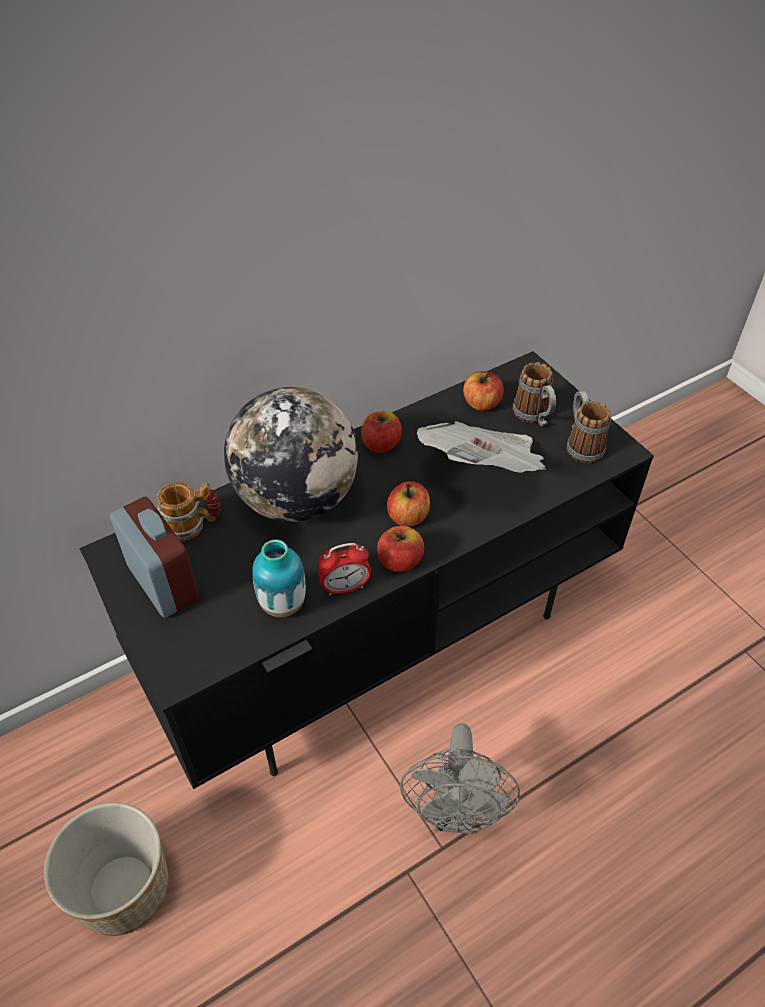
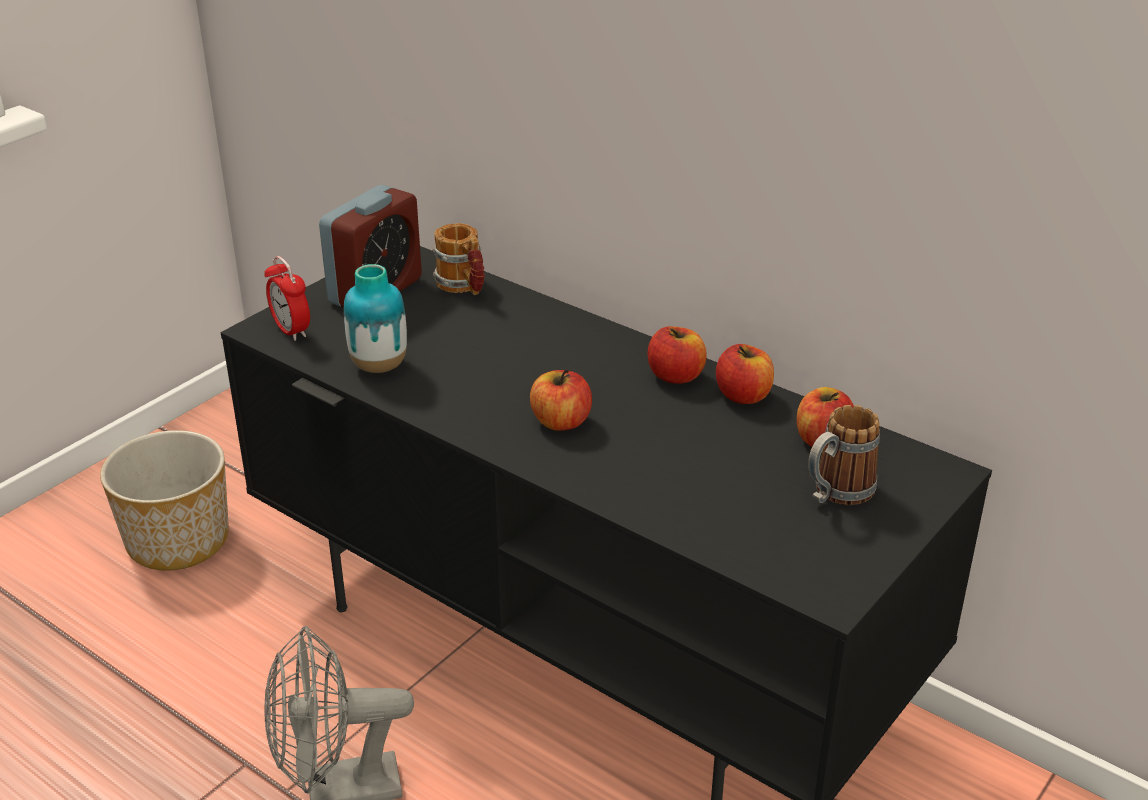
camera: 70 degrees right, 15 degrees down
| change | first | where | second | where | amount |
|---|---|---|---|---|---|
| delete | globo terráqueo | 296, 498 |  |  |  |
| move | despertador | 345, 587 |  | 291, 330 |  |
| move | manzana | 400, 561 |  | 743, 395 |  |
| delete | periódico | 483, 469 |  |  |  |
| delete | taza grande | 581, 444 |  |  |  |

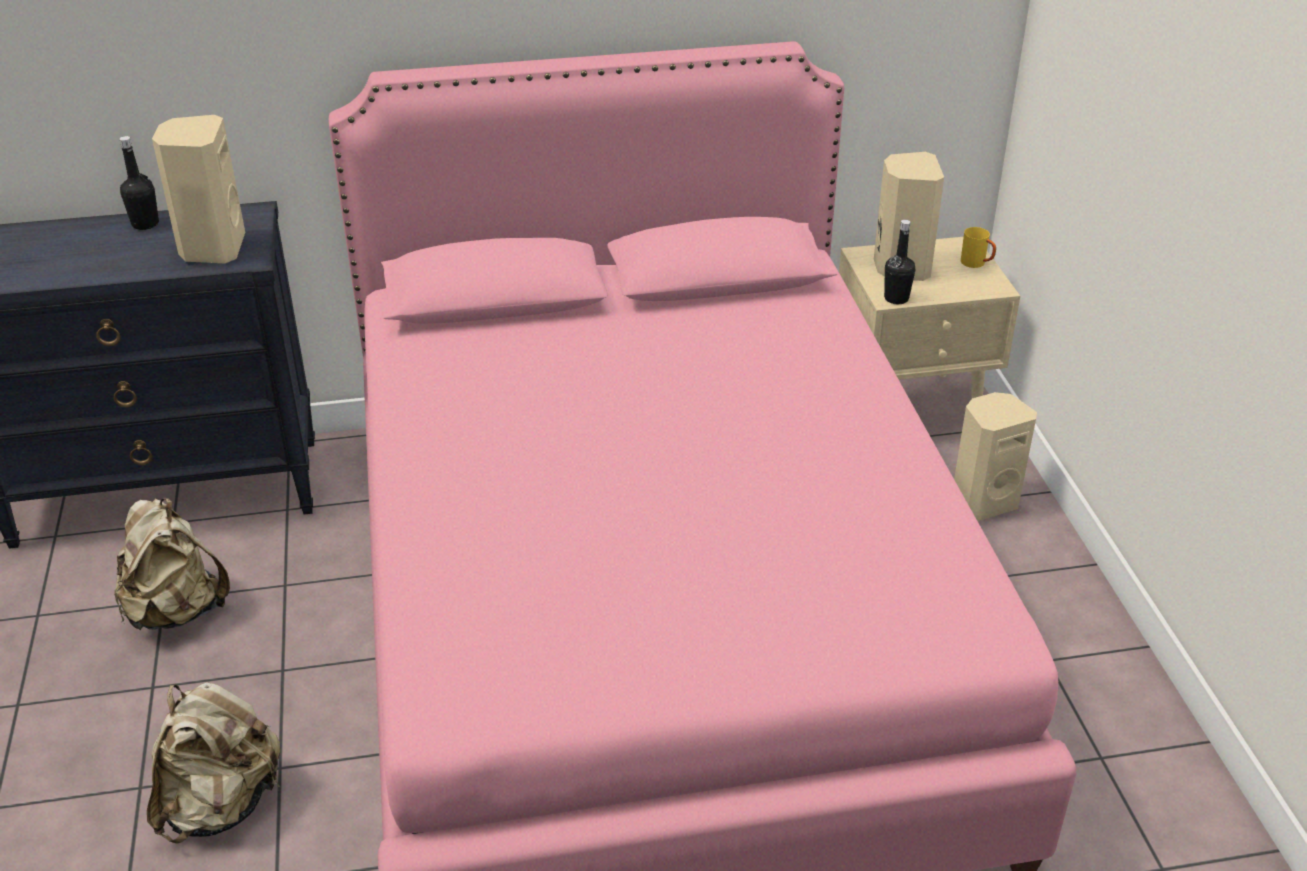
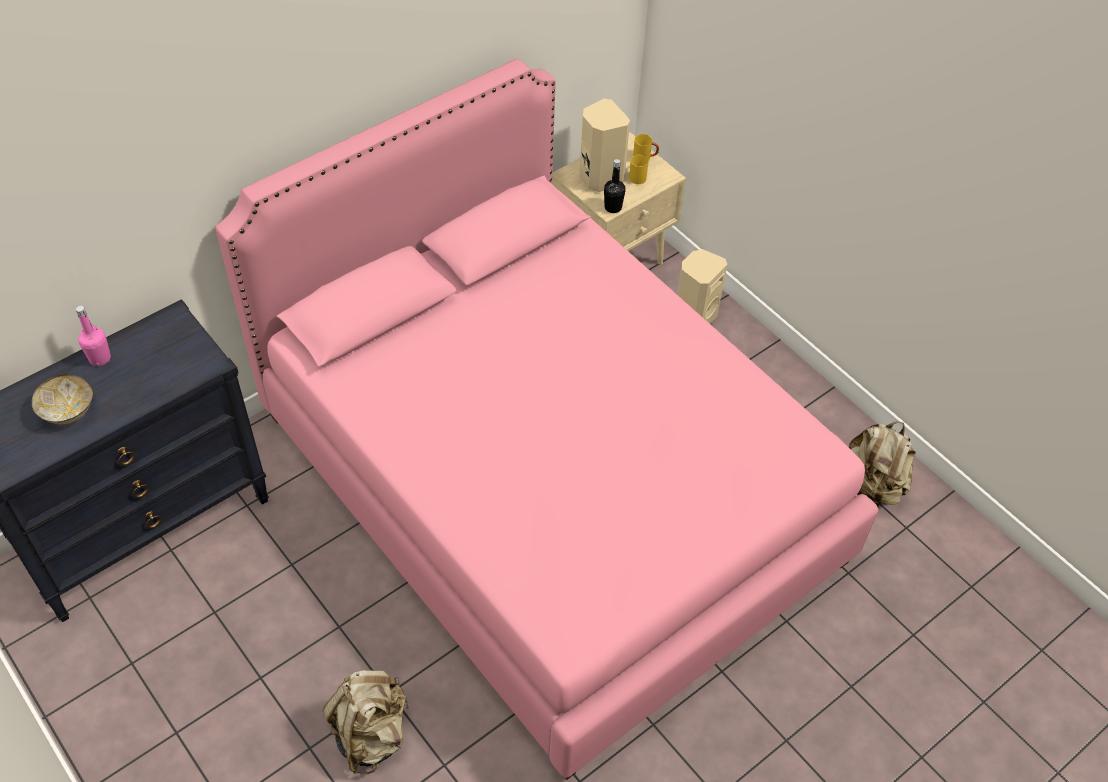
camera: 30 degrees left, 15 degrees up
| change | first | where | second | where | amount |
|---|---|---|---|---|---|
| move | mochila [beis] | 176, 610 |  | 870, 486 |  |
| recolor | botella [negro] | 145, 224 | botella [rosa] | 100, 358 |  |
| delete | altavoz [beis] | 212, 249 |  |  |  |
| insert |  |  | cuenco | 69, 412 |  |
| insert |  |  | taza grande [amarillo] | 638, 176 |  |

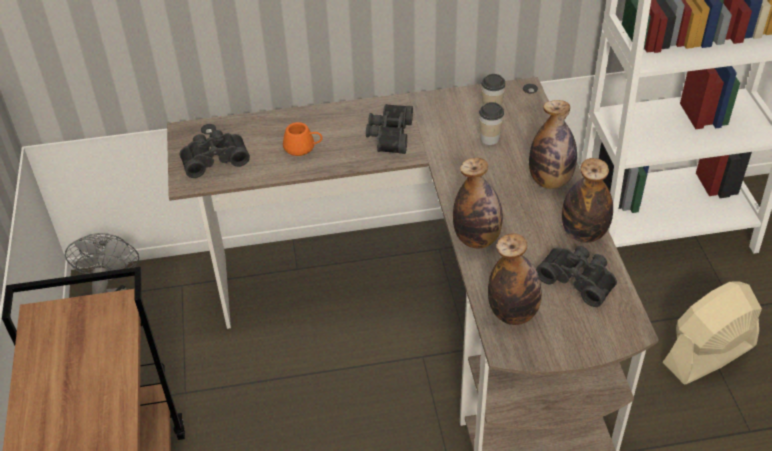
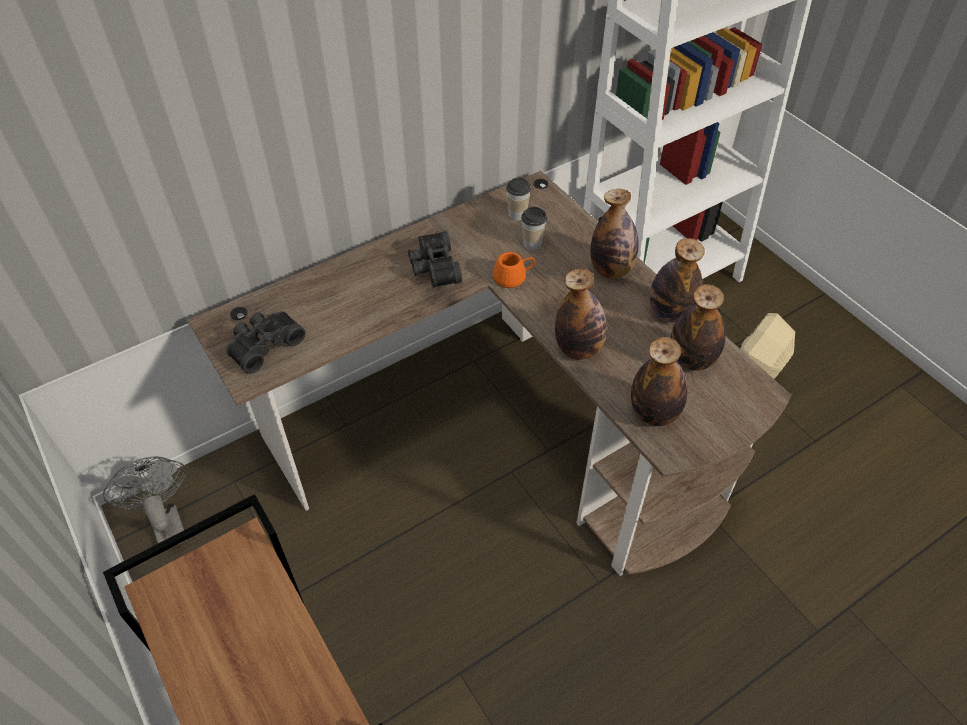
camera: 25 degrees left, 5 degrees up
| change | first | where | second | where | amount |
|---|---|---|---|---|---|
| move | taza grande [naranja] | 303, 147 |  | 513, 277 |  |
| replace | prismáticos [negro] | 578, 279 | botella | 691, 360 |  |

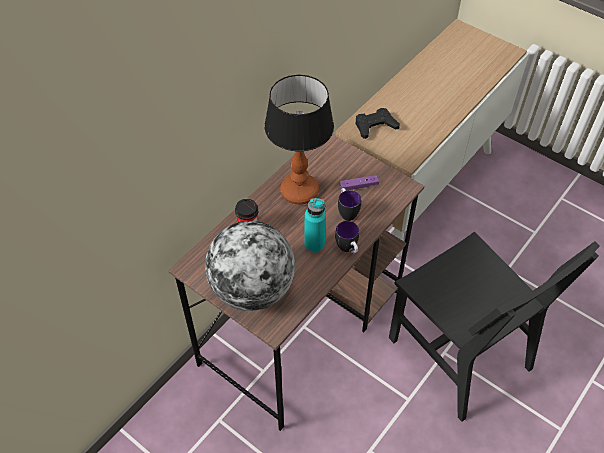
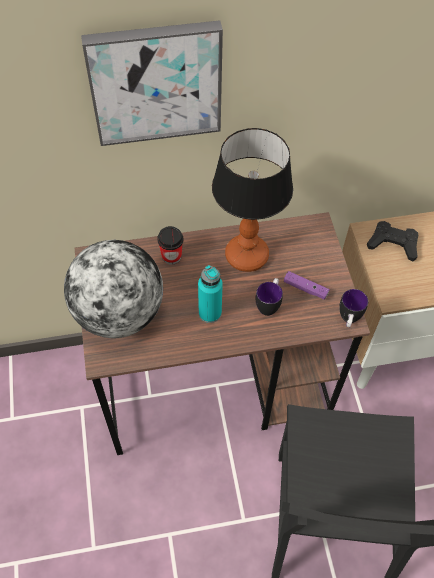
camera: 40 degrees right, 5 degrees up
| change | first | where | second | where | amount |
|---|---|---|---|---|---|
| move | taza grande | 348, 249 |  | 348, 320 |  |
| insert |  |  | cuadro | 155, 82 |  |

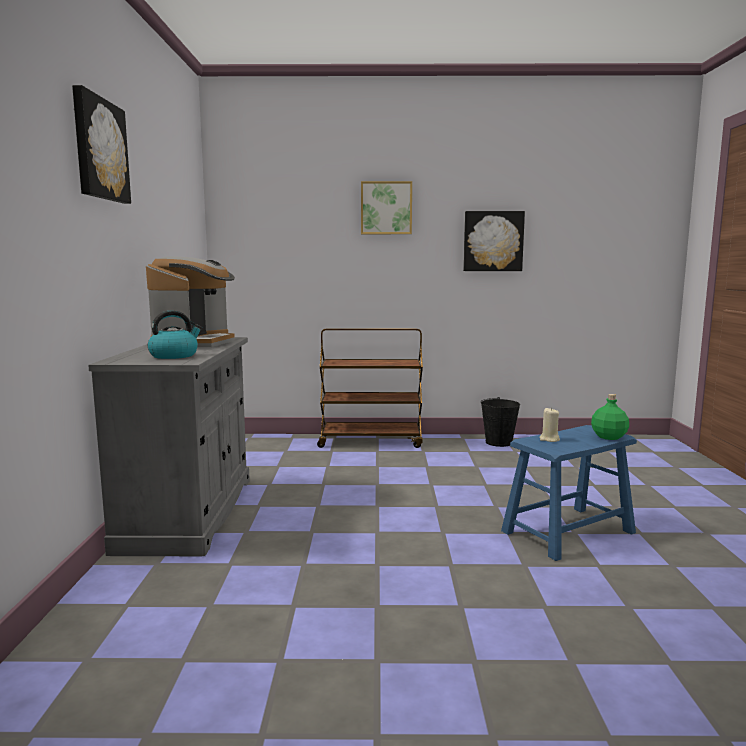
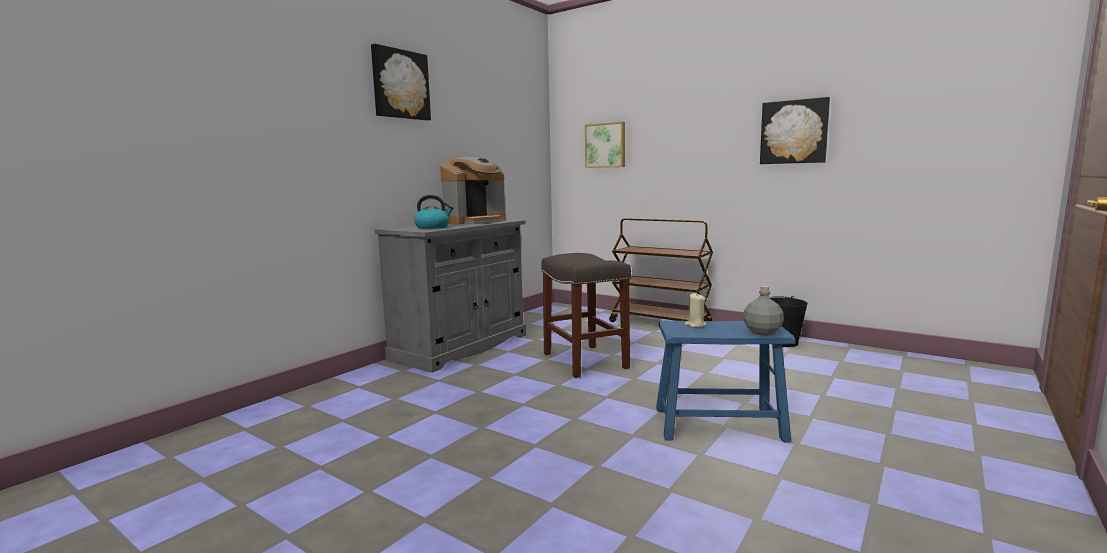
camera: 35 degrees right, 0 degrees up
| change | first | where | second | where | amount |
|---|---|---|---|---|---|
| move | cuadro | 386, 208 |  | 605, 145 |  |
| recolor | botella [verde] | 608, 437 | botella [gris] | 761, 332 |  |
| insert |  |  | taburete [gris] | 583, 360 |  |

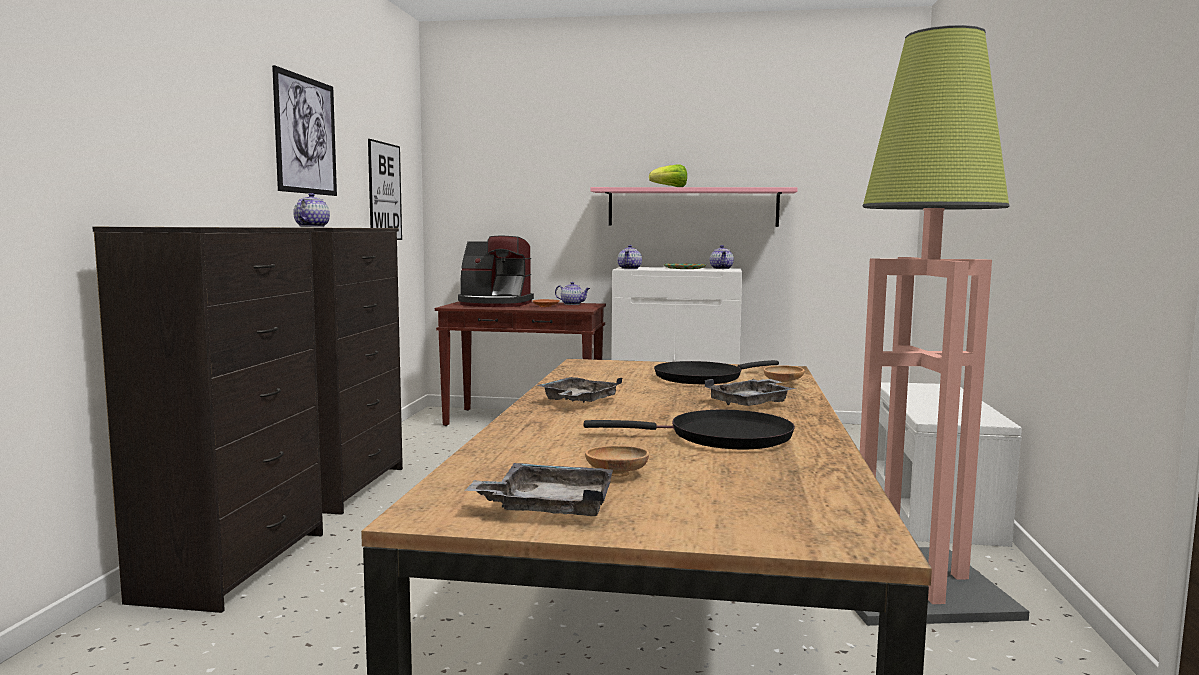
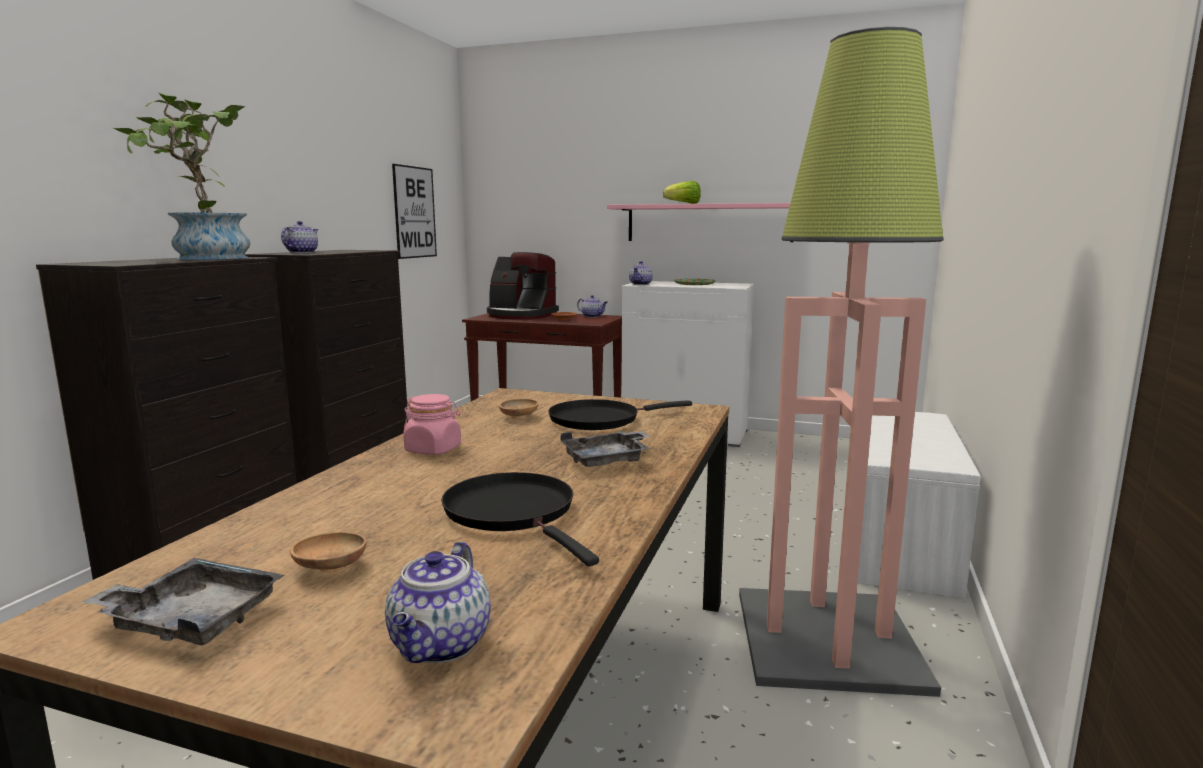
camera: 10 degrees right, 5 degrees up
| change | first | where | second | where | amount |
|---|---|---|---|---|---|
| delete | cuadro | 306, 135 |  |  |  |
| replace | bandeja [gris] | 578, 401 | tarro [rosa] | 433, 449 |  |
| rotate | sartén [negro] | 722, 437 |  | 514, 513 | 135 degrees counterclockwise |
| move | tetera | 721, 268 |  | 440, 646 |  |
| move | cuenco [marrón] | 783, 383 |  | 519, 417 |  |
| insert |  |  | planta en maceta | 202, 258 |  |

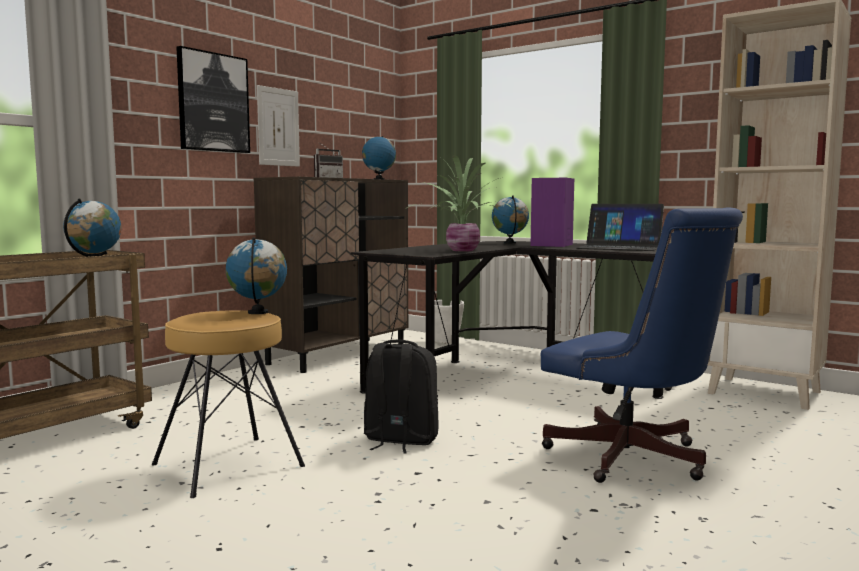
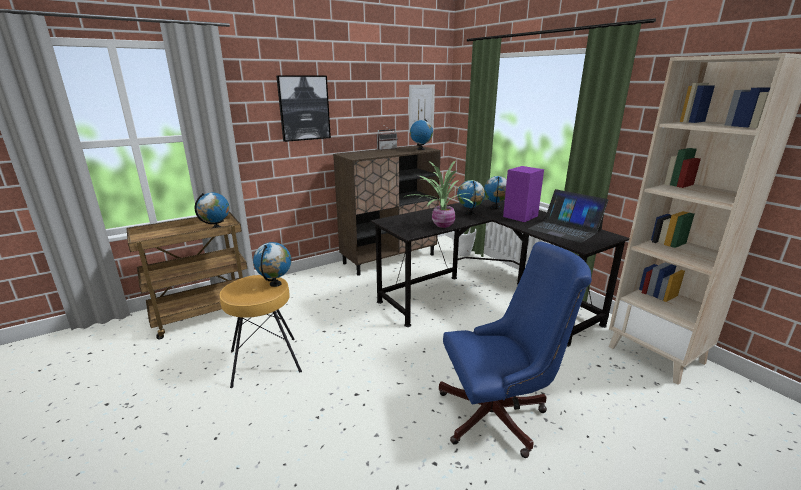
camera: 20 degrees right, 15 degrees up
| change | first | where | second | where | amount |
|---|---|---|---|---|---|
| move | cuadro | 278, 127 |  | 421, 108 |  |
| delete | mochila [negro] | 400, 440 |  |  |  |
| rotate | silla de oficina [azul] | 634, 460 |  | 499, 415 | 75 degrees counterclockwise |
| insert |  |  | globo terráqueo | 469, 213 |  |

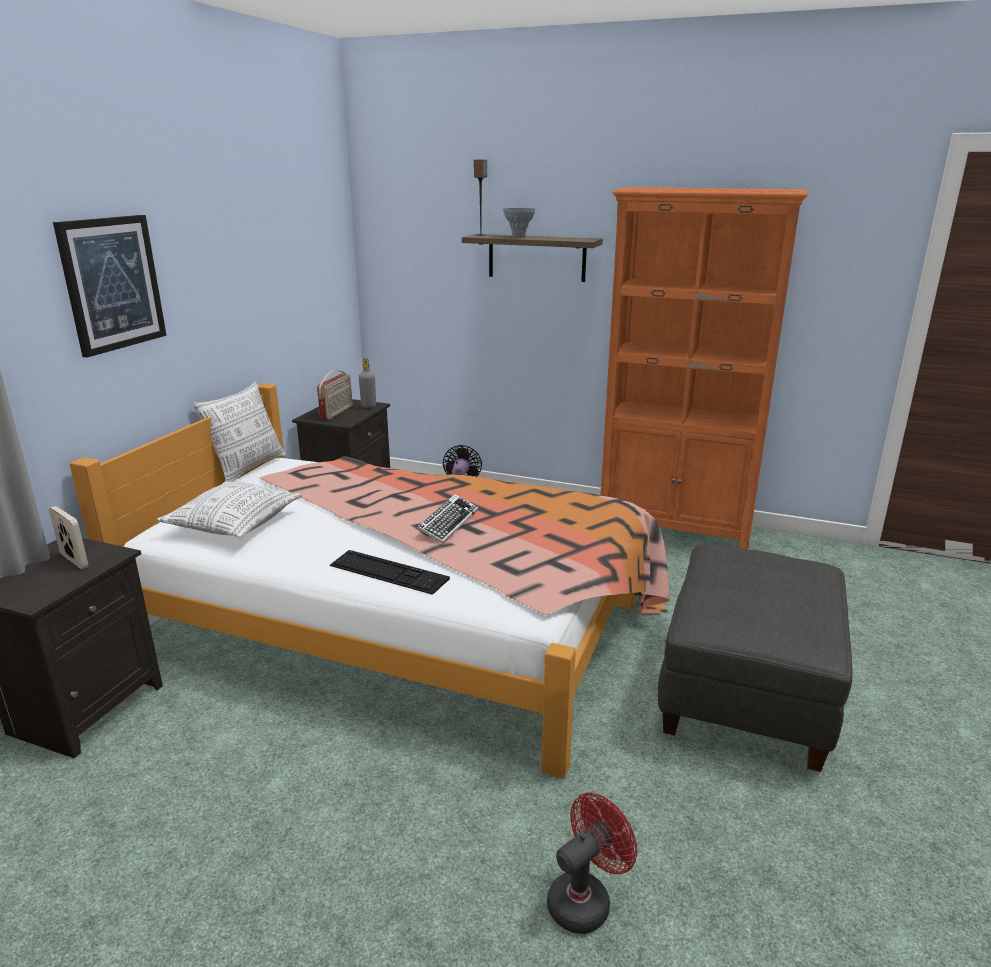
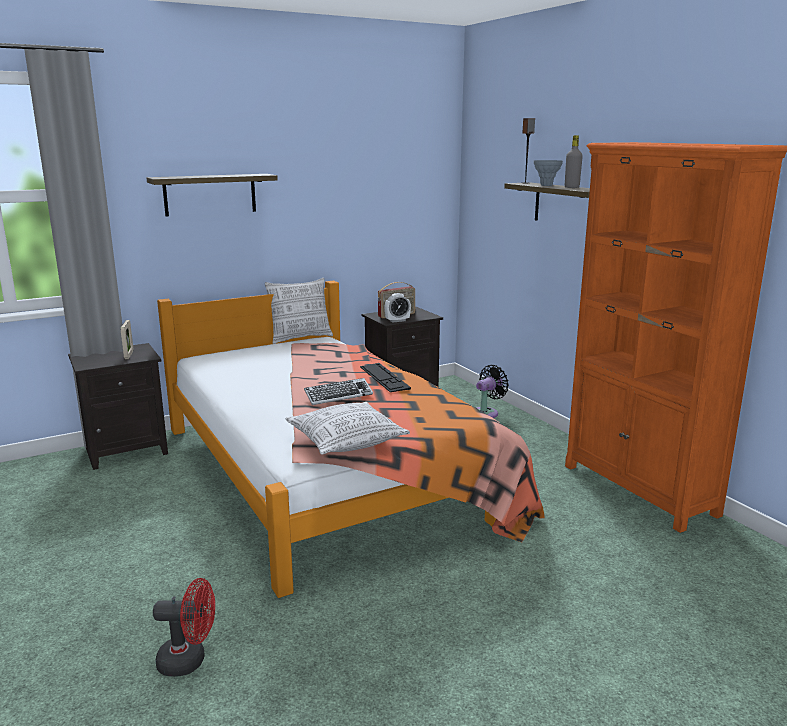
camera: 40 degrees right, 5 degrees down
| change | first | where | second | where | amount |
|---|---|---|---|---|---|
| replace | cuadro | 112, 283 | estante | 210, 194 |  |
| move | cojín | 235, 524 |  | 346, 441 |  |
| move | teclado | 388, 572 |  | 384, 377 |  |
| move | botella [gris] | 368, 406 |  | 571, 187 |  |
| delete | puf [gris] | 745, 691 |  |  |  |
| insert |  |  | despertador | 397, 320 |  |

